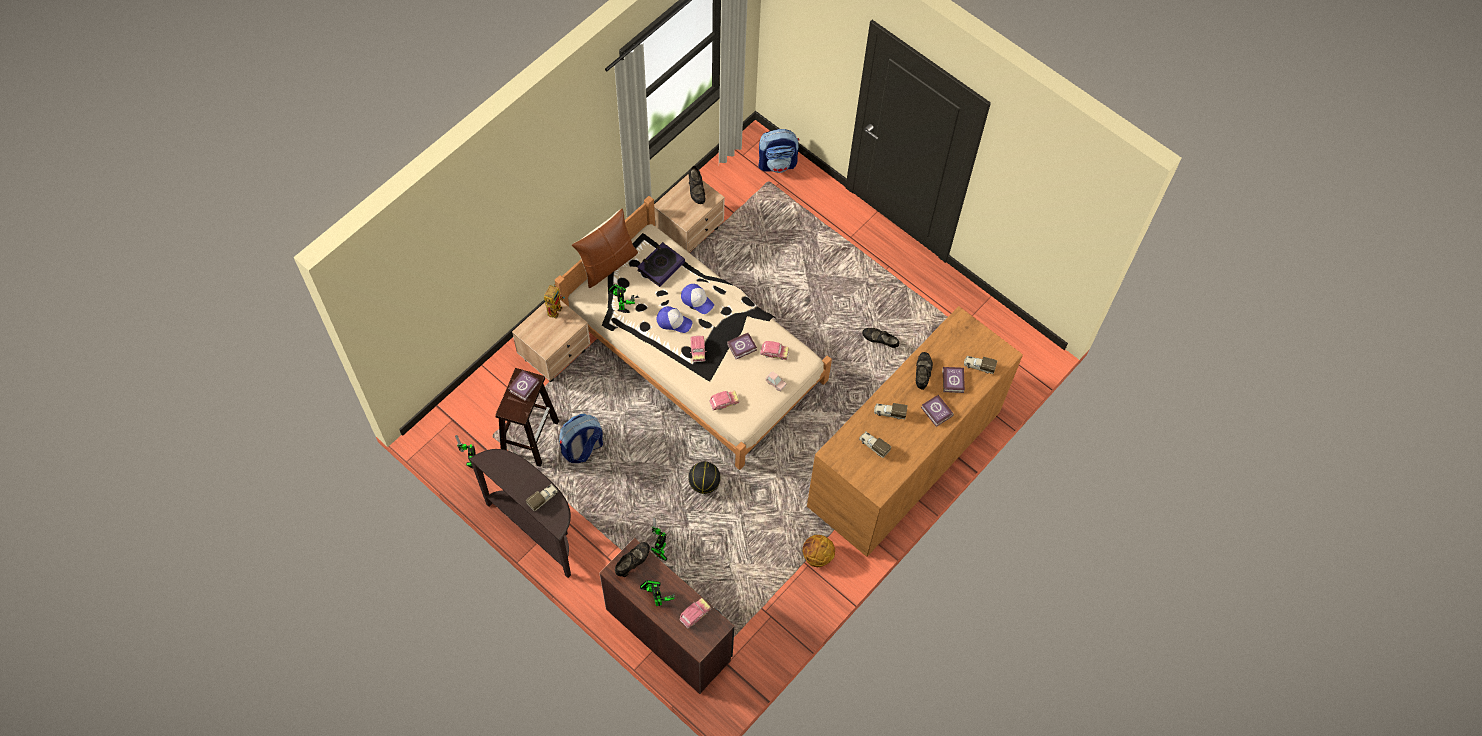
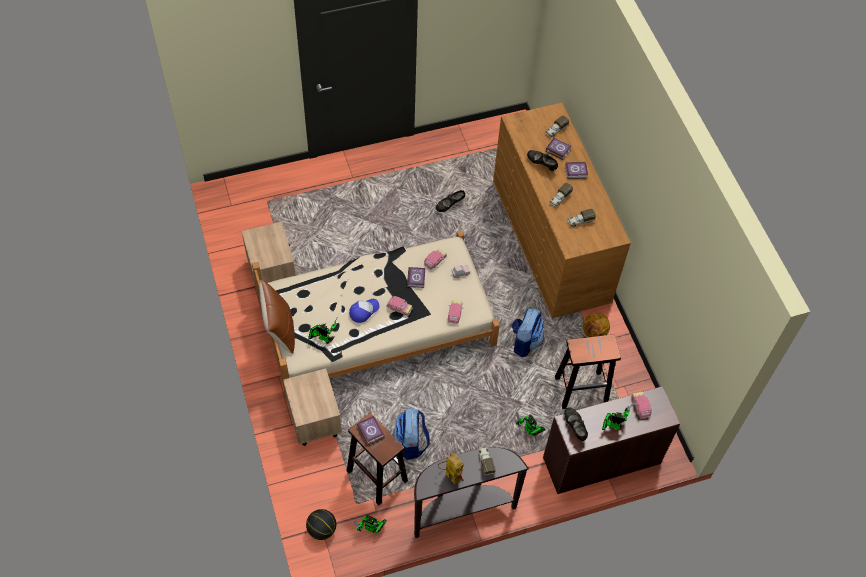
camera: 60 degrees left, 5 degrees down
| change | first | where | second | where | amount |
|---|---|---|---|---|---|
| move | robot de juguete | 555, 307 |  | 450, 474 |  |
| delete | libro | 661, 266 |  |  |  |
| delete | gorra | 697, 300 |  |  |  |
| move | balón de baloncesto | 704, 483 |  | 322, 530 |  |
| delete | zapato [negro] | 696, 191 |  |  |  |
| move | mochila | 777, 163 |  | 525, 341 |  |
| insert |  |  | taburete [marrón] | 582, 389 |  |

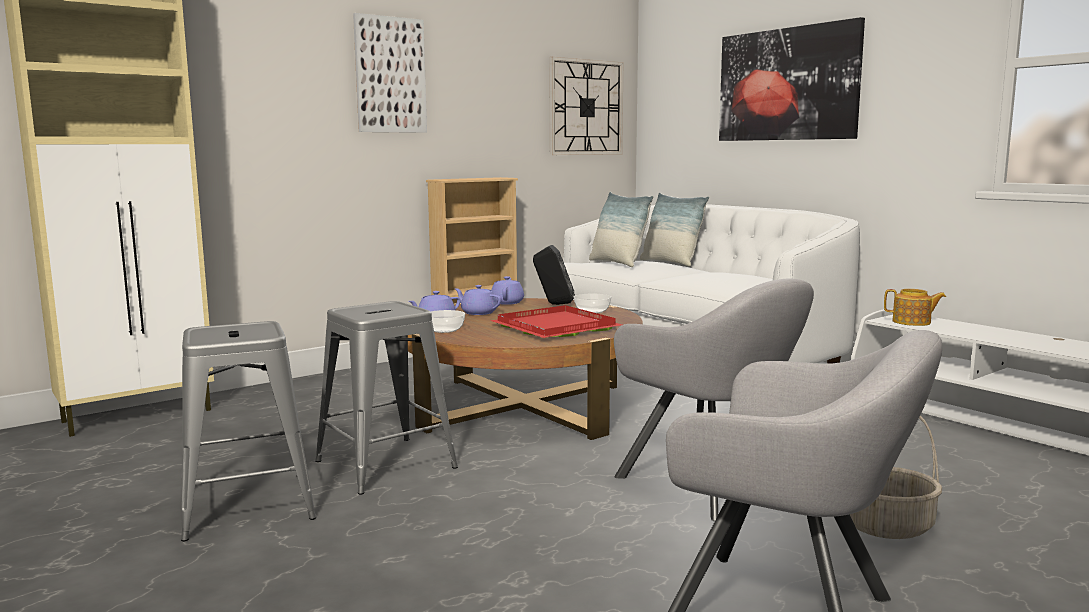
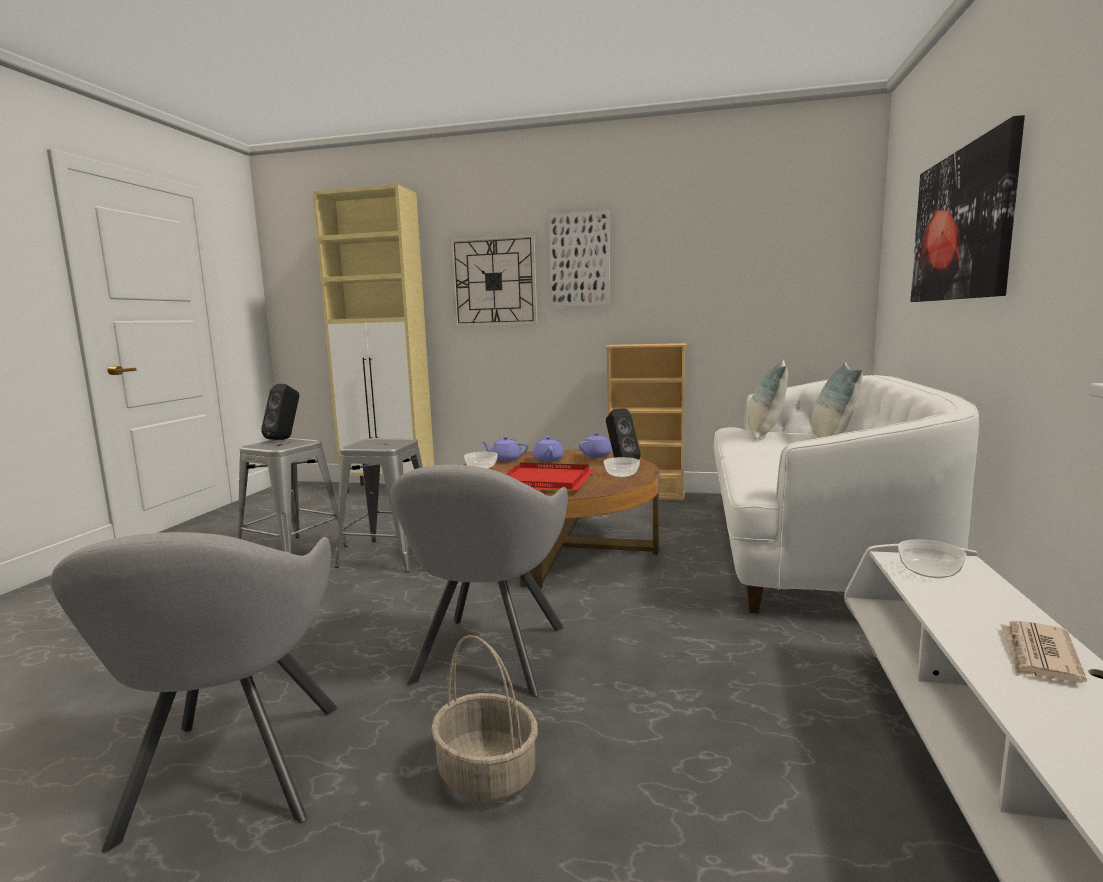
camera: 50 degrees right, 0 degrees up
| change | first | where | second | where | amount |
|---|---|---|---|---|---|
| move | reloj de pared | 586, 107 |  | 494, 281 |  |
| replace | tetera | 912, 322 | cuenco | 928, 571 |  |
| insert |  |  | altavoz [negro] | 285, 439 |  |
| insert |  |  | periódico | 1038, 655 |  |

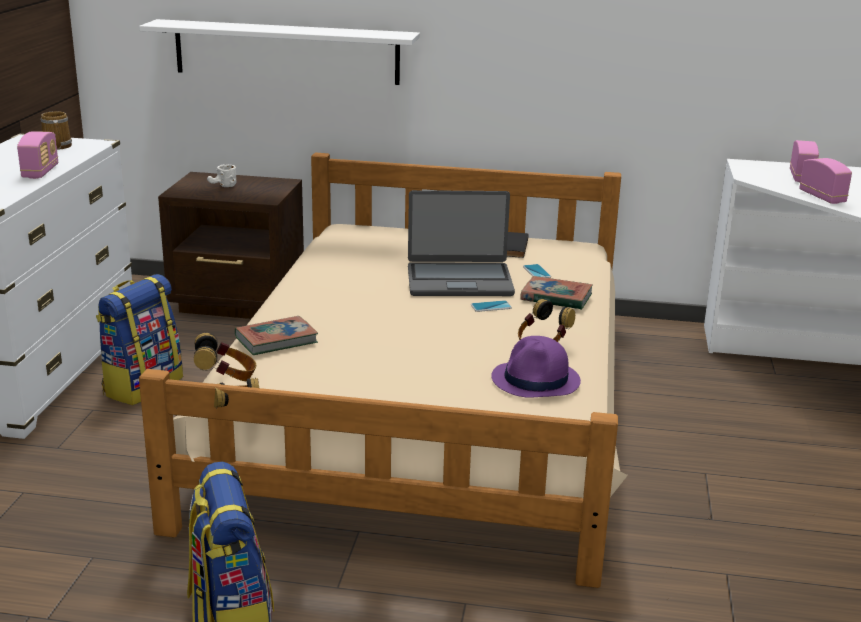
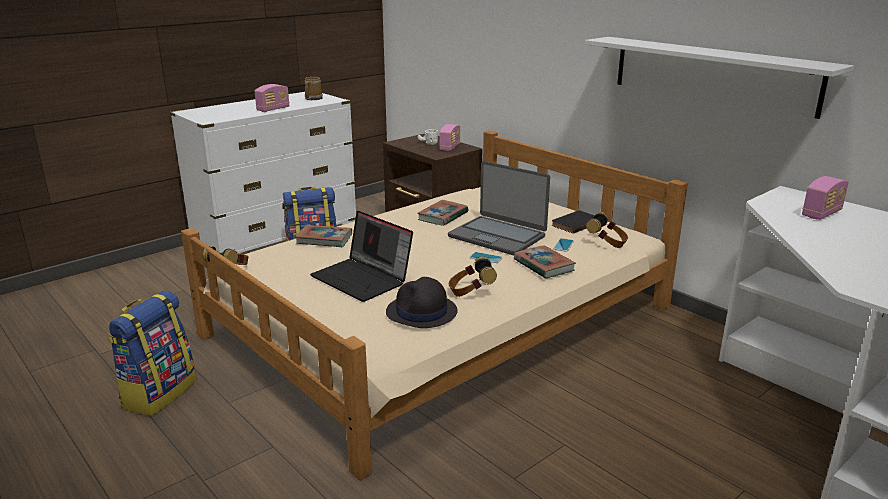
camera: 40 degrees right, 0 degrees up
| change | first | where | second | where | amount |
|---|---|---|---|---|---|
| move | estante [blanco] | 286, 52 |  | 712, 74 |  |
| move | auriculares | 226, 378 |  | 607, 244 |  |
| recolor | sombrero [morado] | 536, 380 | sombrero [negro] | 421, 312 |  |
| move | radio | 822, 197 |  | 450, 147 |  |
| insert |  |  | portátil | 363, 279 |  |
| insert |  |  | libro | 443, 216 |  |

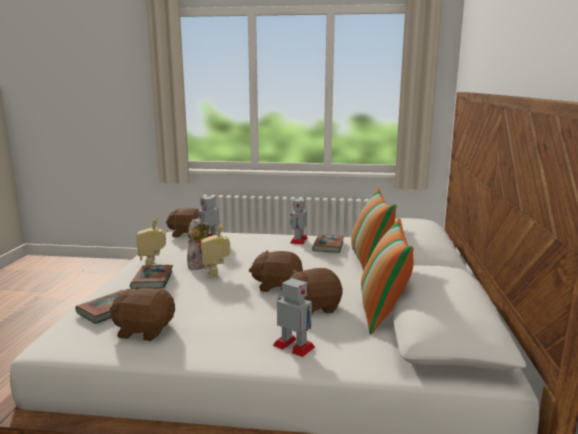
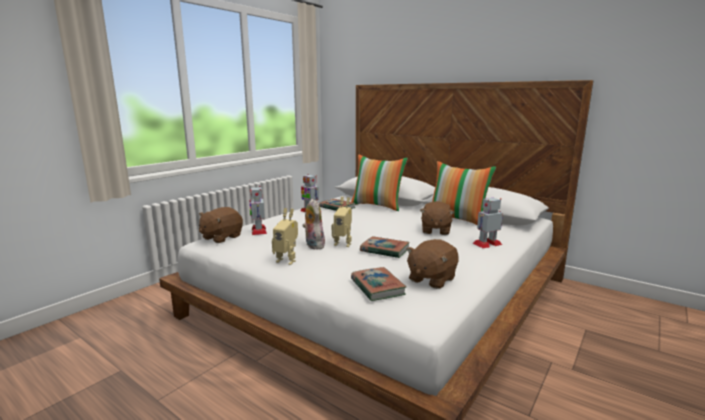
camera: 60 degrees left, 0 degrees up
| change | first | where | second | where | amount |
|---|---|---|---|---|---|
| move | libro | 152, 280 |  | 384, 250 |  |
| delete | peluche [marrón] | 277, 286 |  |  |  |

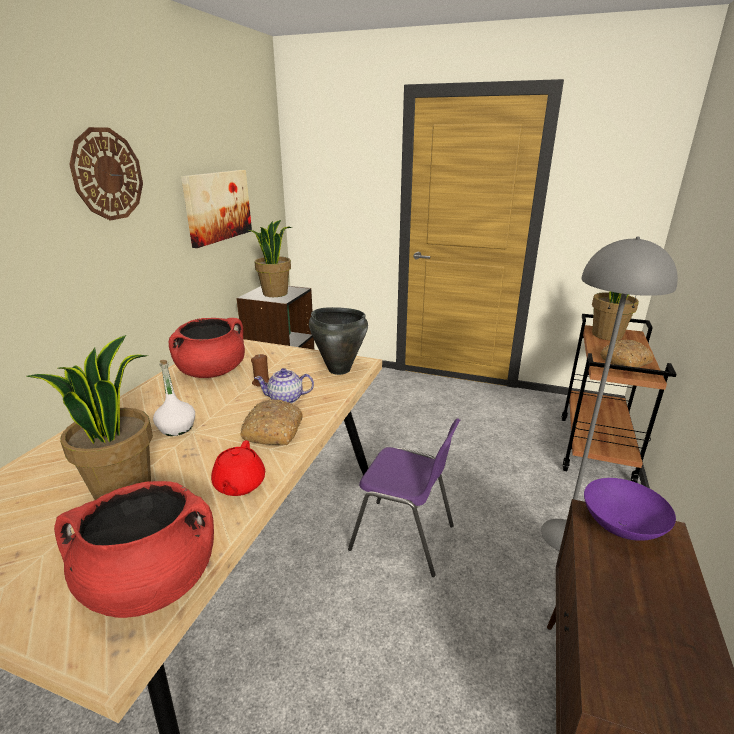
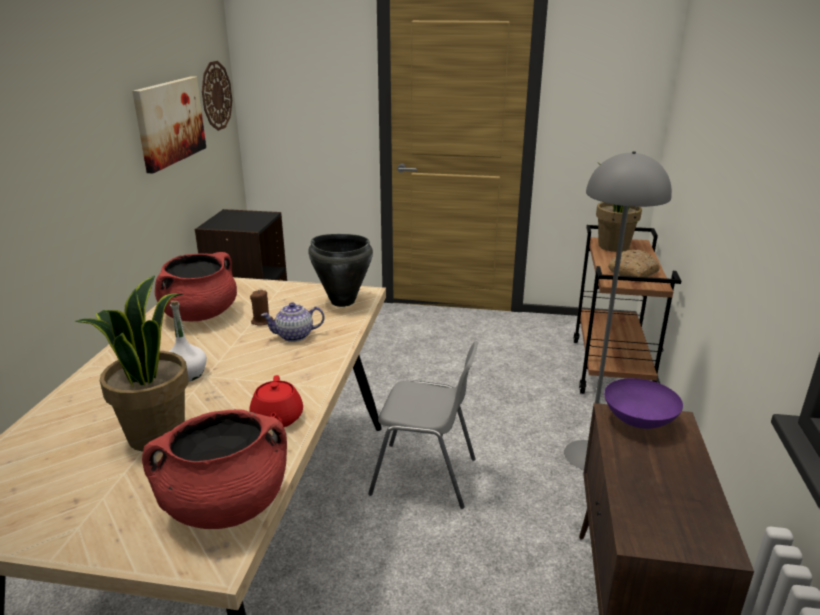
camera: 10 degrees left, 0 degrees up
| change | first | where | second | where | amount |
|---|---|---|---|---|---|
| move | reloj de pared | 107, 174 |  | 216, 95 |  |
| delete | pan | 273, 430 |  |  |  |
| delete | planta en maceta | 275, 293 |  |  |  |
| recolor | silla [morado] | 403, 538 | silla [gris] | 425, 476 |  |

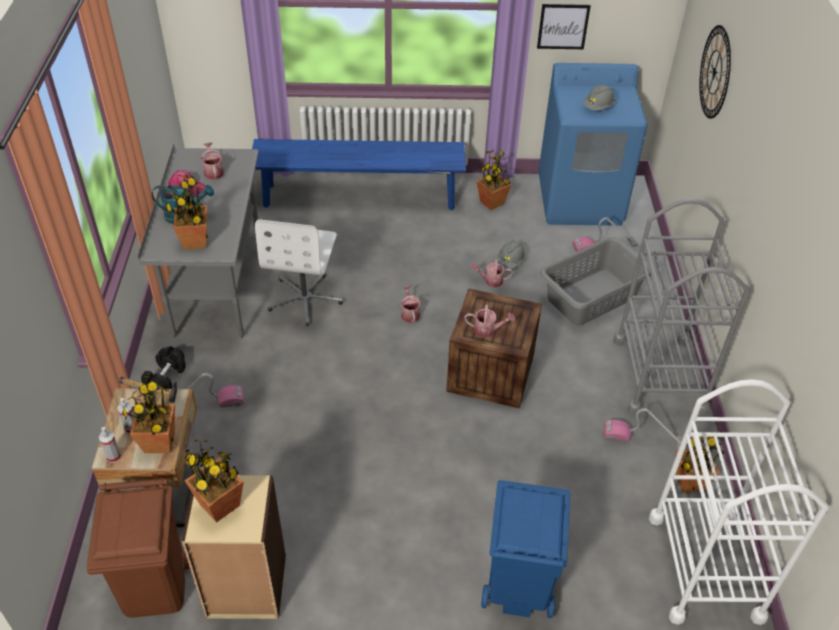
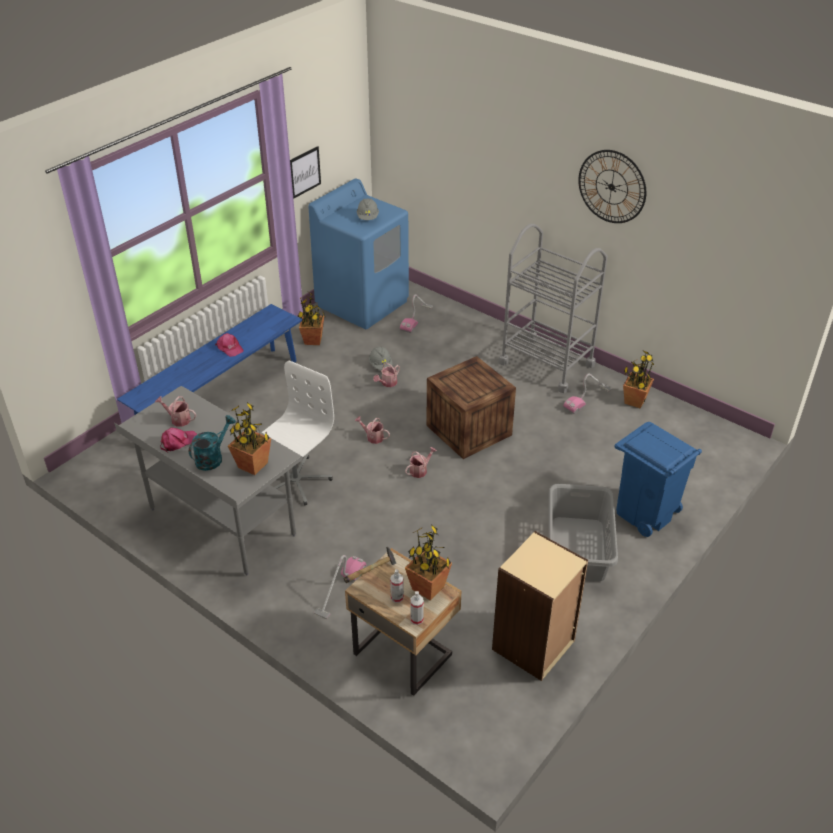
camera: 50 degrees left, 5 degrees down
| change | first | where | second | where | amount |
|---|---|---|---|---|---|
| delete | papelera [marrón] | 155, 586 |  |  |  |
| delete | mancuerna [negro] | 165, 379 |  |  |  |
| delete | planta en maceta | 220, 505 |  |  |  |
| rotate | silla de oficina [blanco] | 305, 299 |  | 295, 481 | 105 degrees counterclockwise |
| move | regadera | 488, 330 |  | 420, 470 |  |
| move | cesto de la ropa [gris] | 592, 297 |  | 578, 548 |  |
| delete | carrito [blanco] | 705, 567 |  |  |  |
| move | reloj de pared | 714, 72 |  | 611, 187 |  |
| insert |  |  | gorra [rosa] | 229, 348 |  |

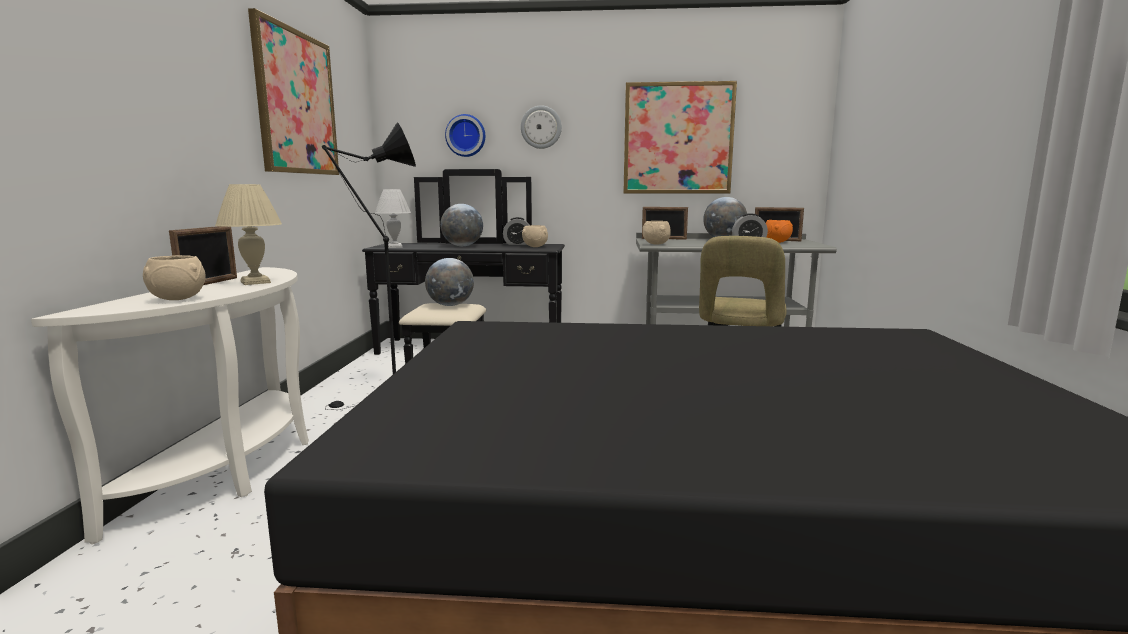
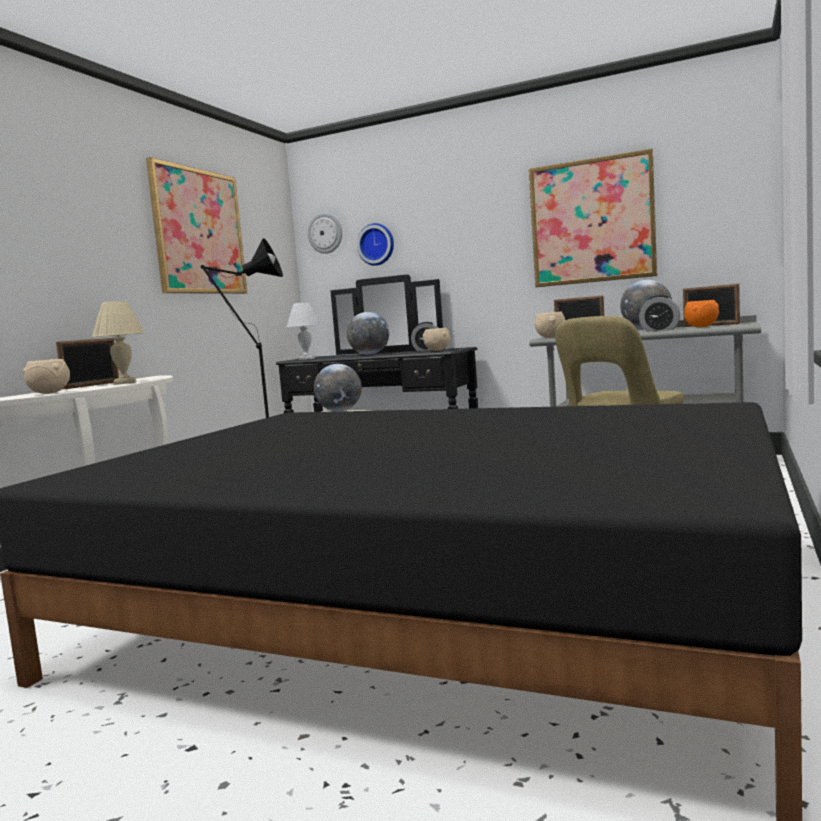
camera: 20 degrees right, 5 degrees down
| change | first | where | second | where | amount |
|---|---|---|---|---|---|
| move | reloj de pared | 541, 127 |  | 325, 233 |  |

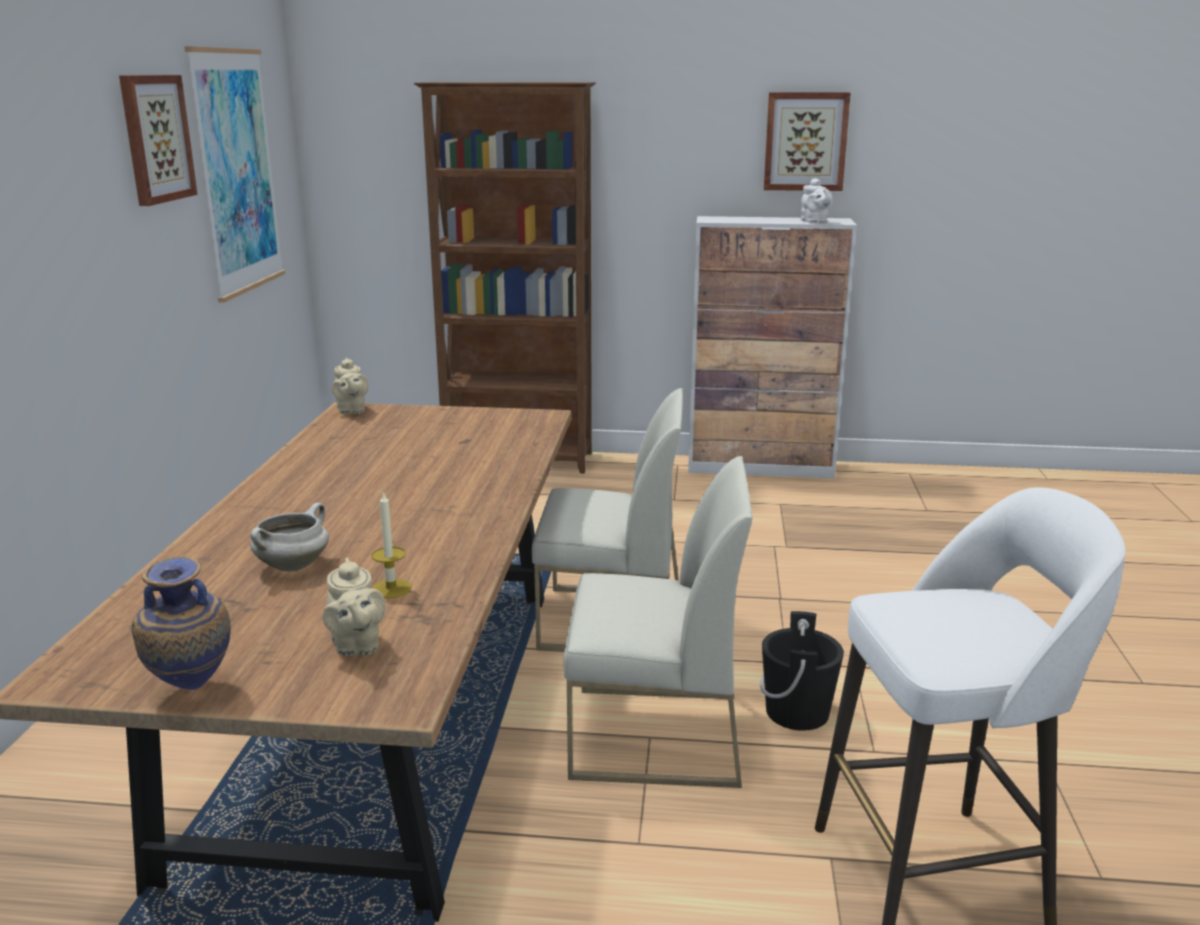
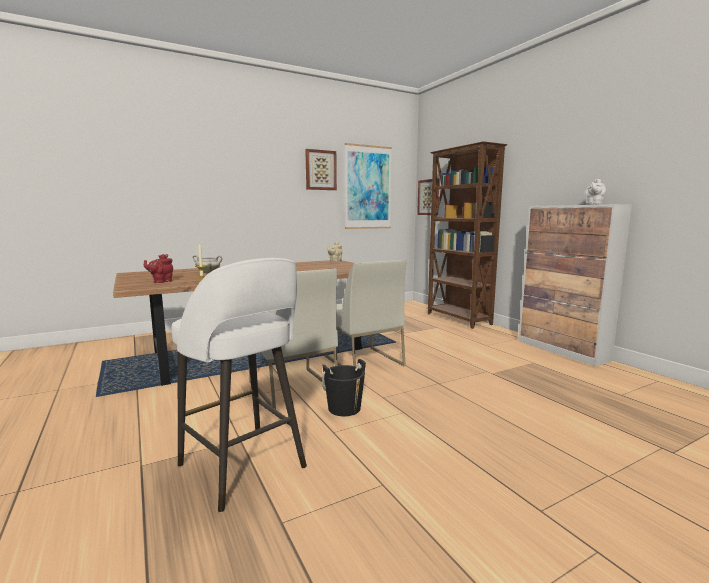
camera: 55 degrees right, 10 degrees down
| change | first | where | second | where | amount |
|---|---|---|---|---|---|
| delete | florero | 191, 692 |  |  |  |
| recolor | tetera [beis] | 356, 646 | tetera [rojo] | 161, 281 |  |
| move | cuadro | 805, 141 |  | 429, 197 |  |

